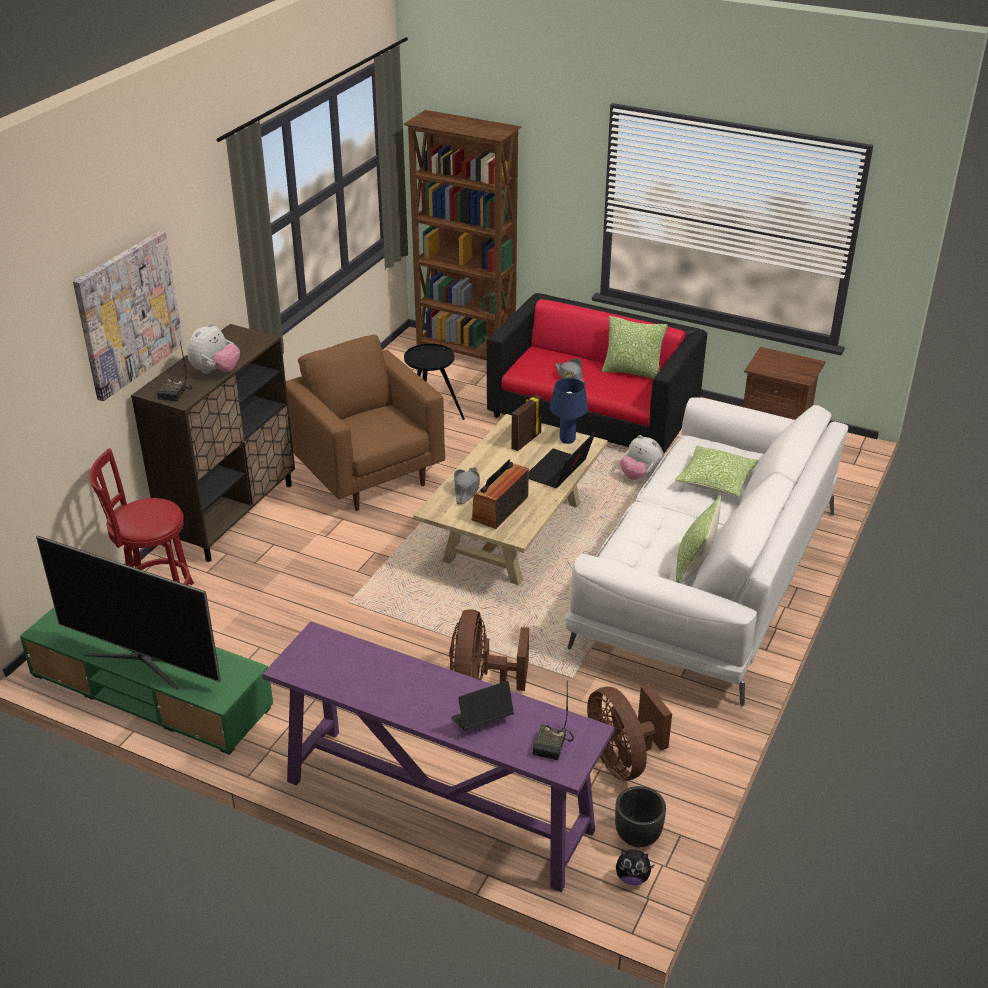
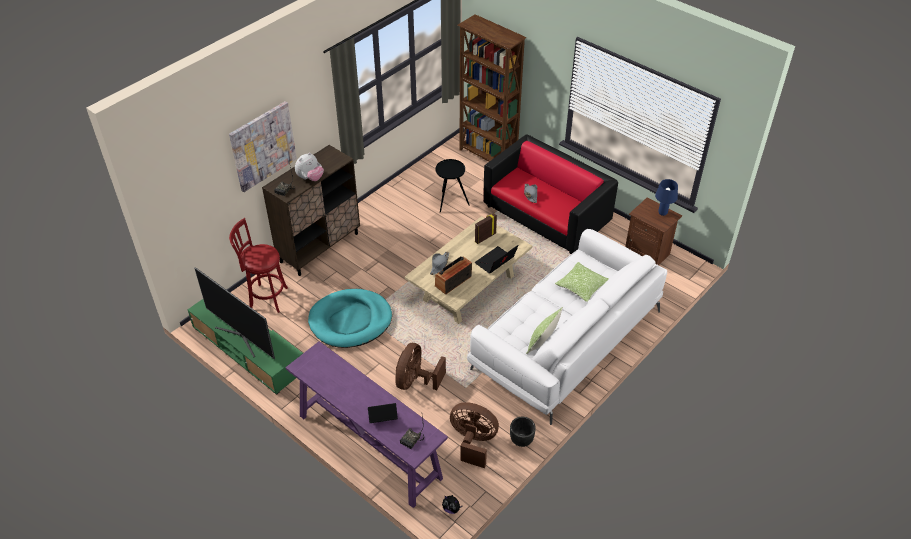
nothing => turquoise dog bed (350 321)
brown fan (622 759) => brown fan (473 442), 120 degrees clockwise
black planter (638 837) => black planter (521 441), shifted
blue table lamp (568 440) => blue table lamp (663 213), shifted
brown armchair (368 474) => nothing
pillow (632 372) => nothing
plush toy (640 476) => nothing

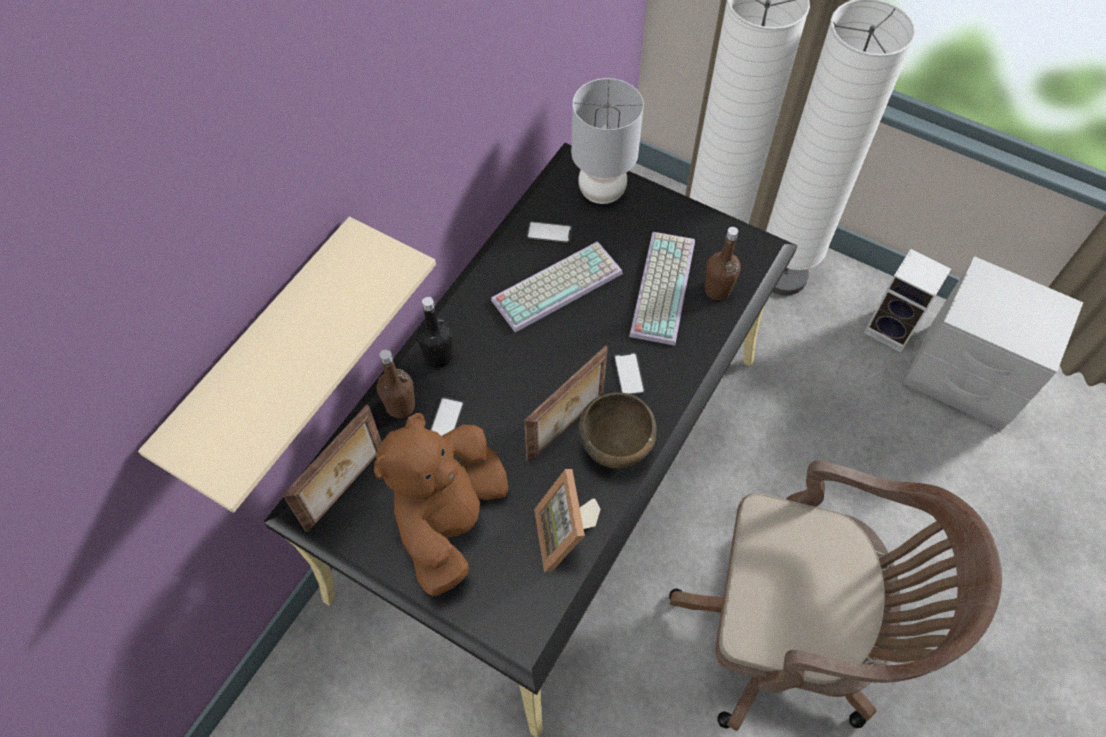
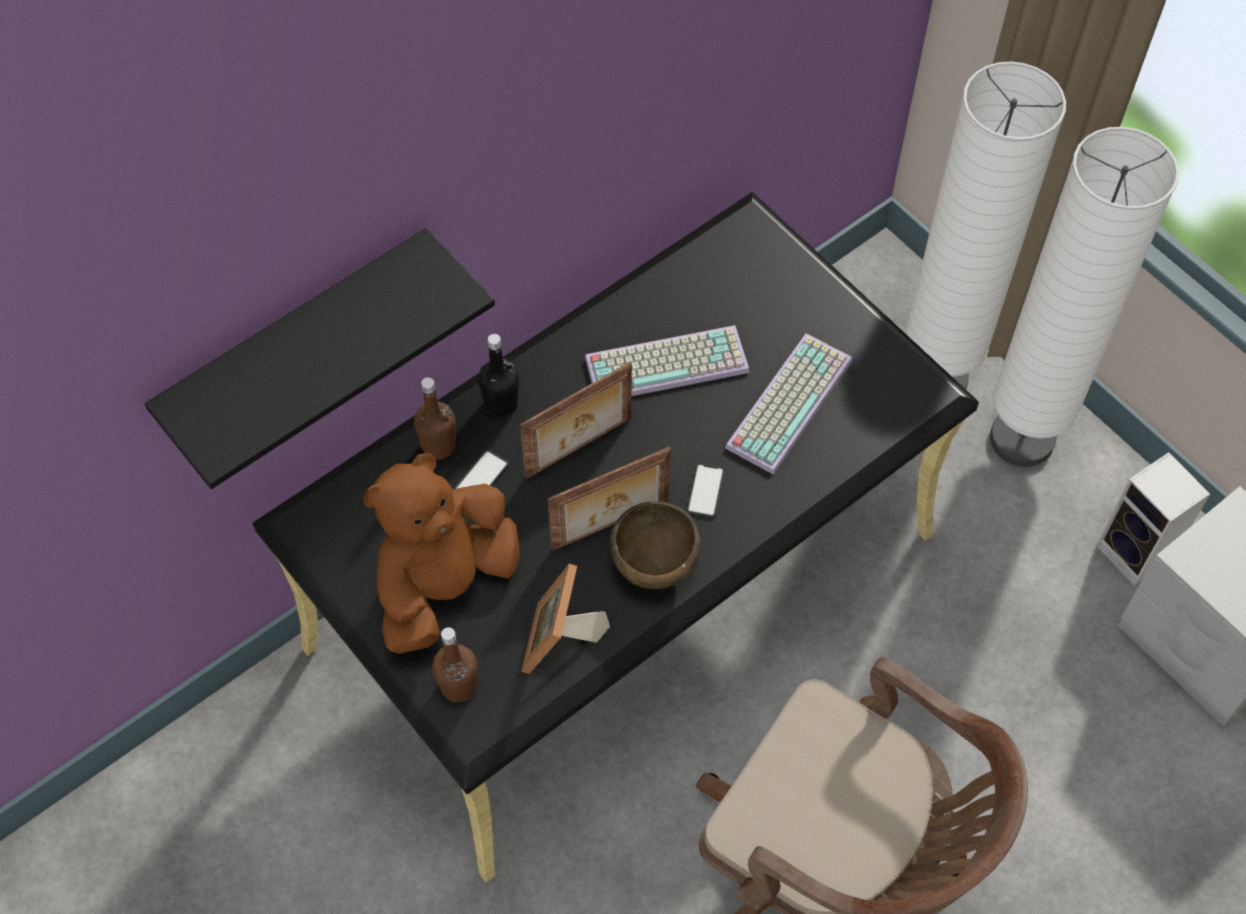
beige shelf (264 351) => black shelf (297 342)
brown bottle (717 290) => brown bottle (458 686), shifted
picture frame (347 489) => picture frame (580 449), shifted
phone (549 233) => nothing
grey table lamp (602 191) => nothing

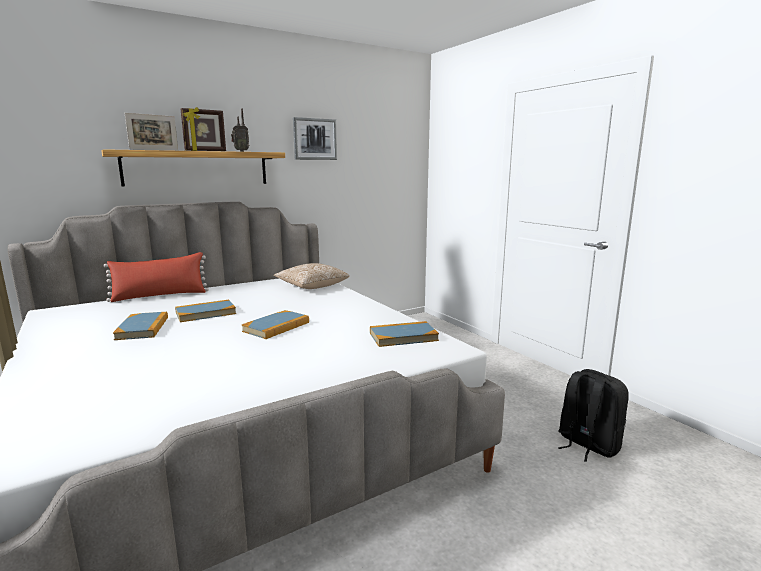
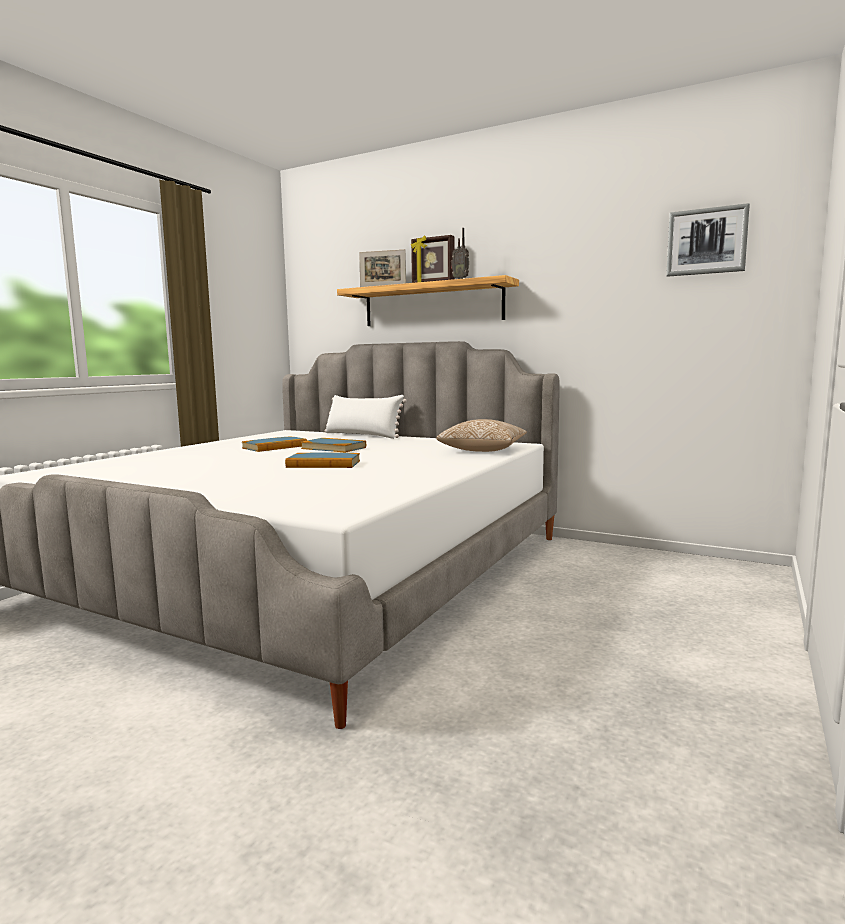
red pillow (160 296) => white pillow (362 435)
picture (315 139) => picture (706 241), shifted
book (403 337) => nothing
black backpack (587 444) => nothing

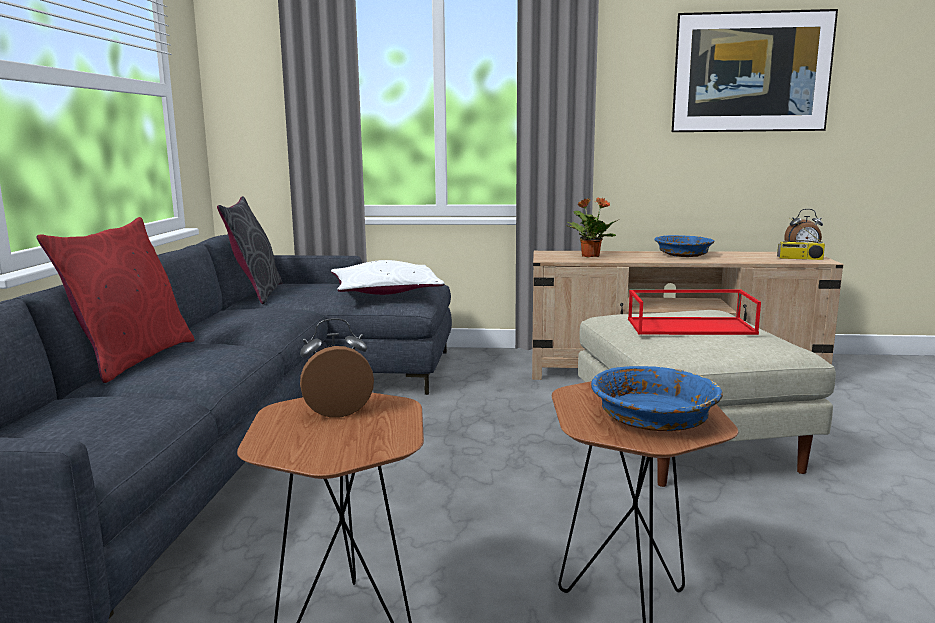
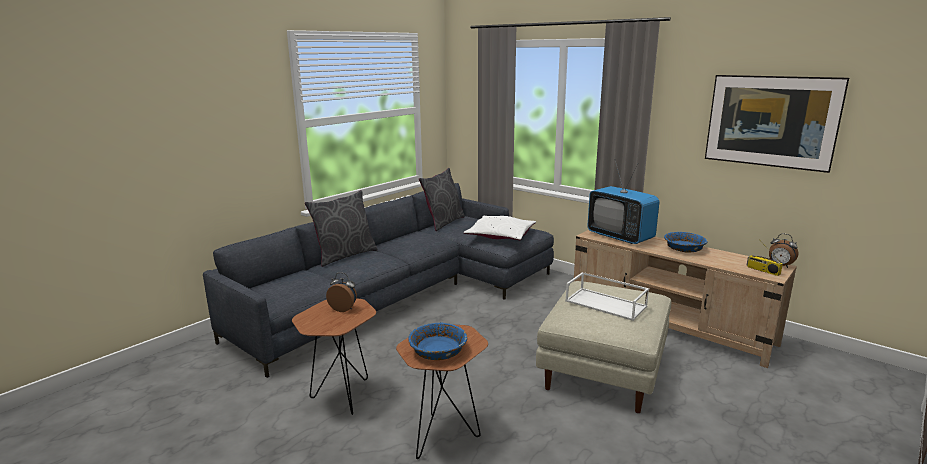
red pillow (132 359) => grey pillow (344 255)
red tray (691 326) => white tray (606 304)
potted plant (590 256) => television (620 237)

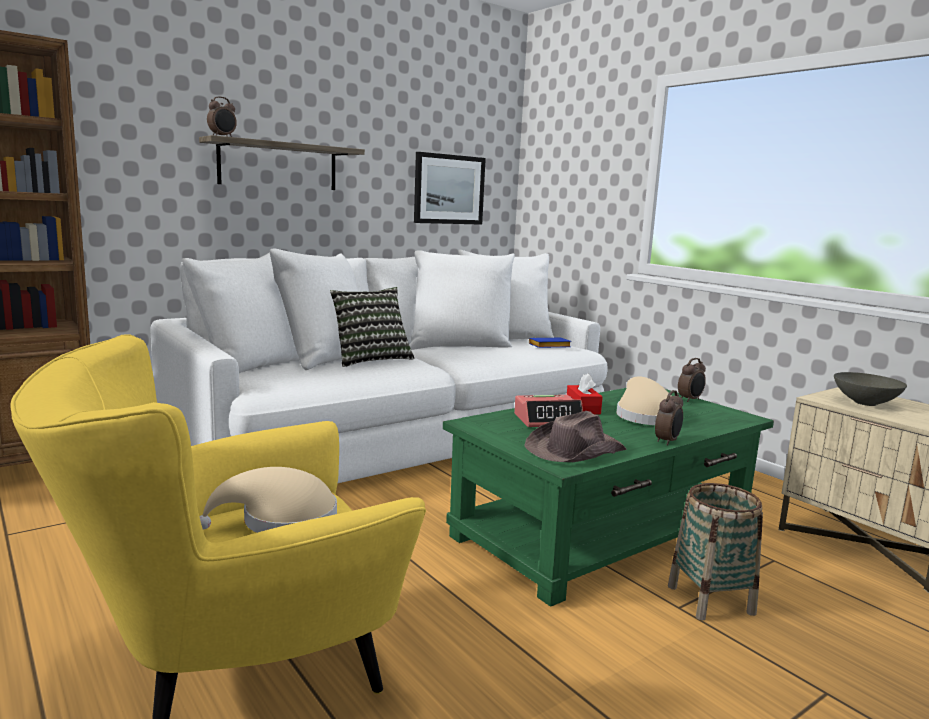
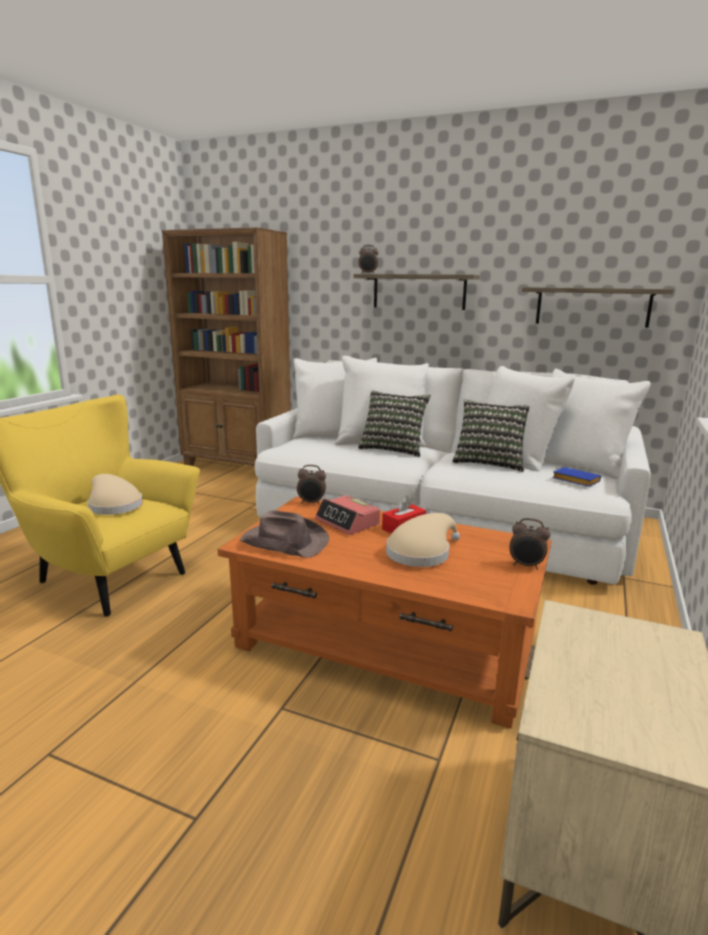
green coffee table (604 529) => orange coffee table (386 643)
alarm clock (667 441) => alarm clock (311 503), shifted
nothing => pillow (489 463)
picture (449 189) => shelf (592 307)
basket (710 600) => nothing
grey bowl (866 403) => nothing

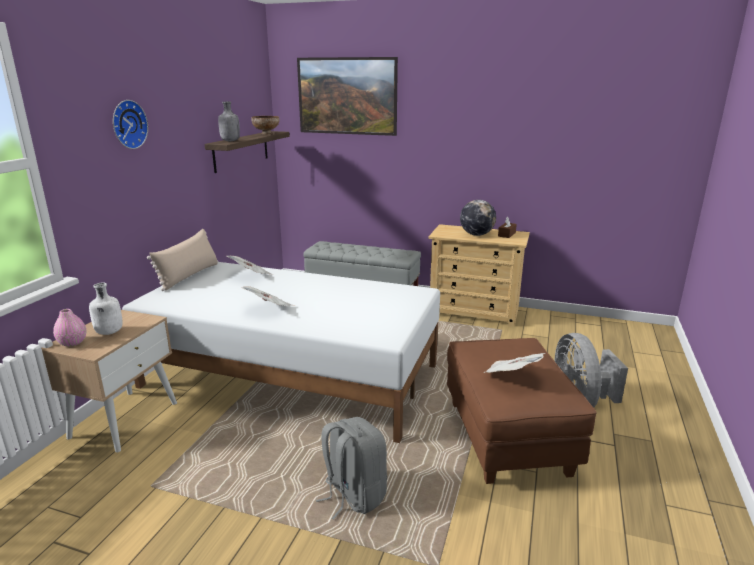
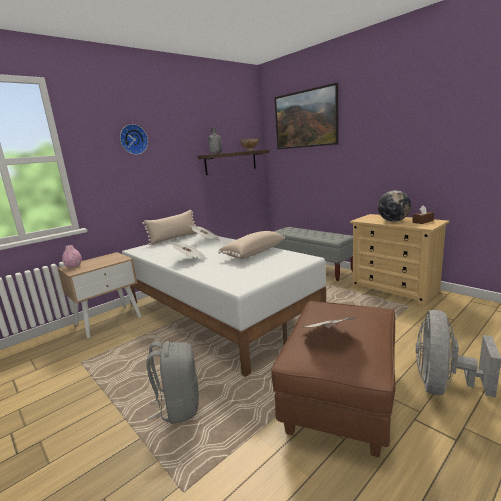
nothing => beige pillow (253 253)
white bottle (109 332) => nothing

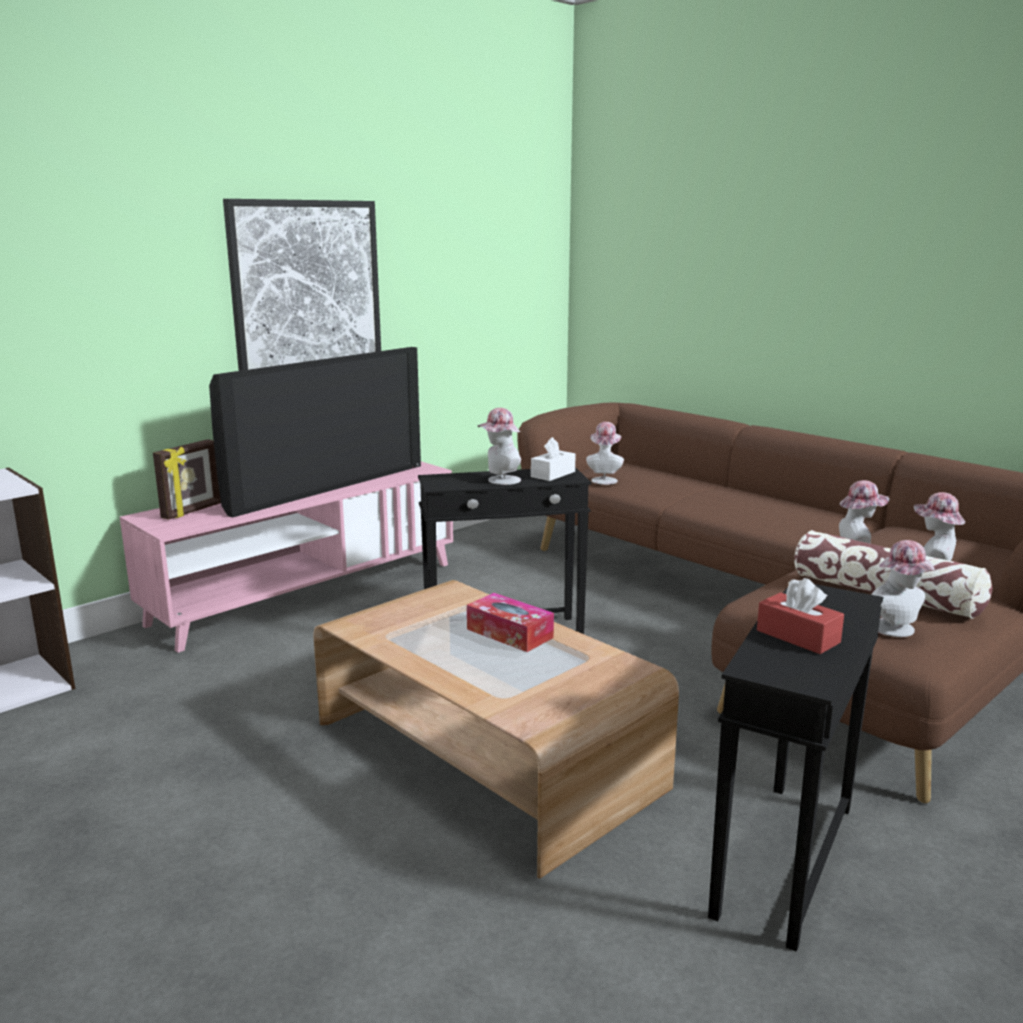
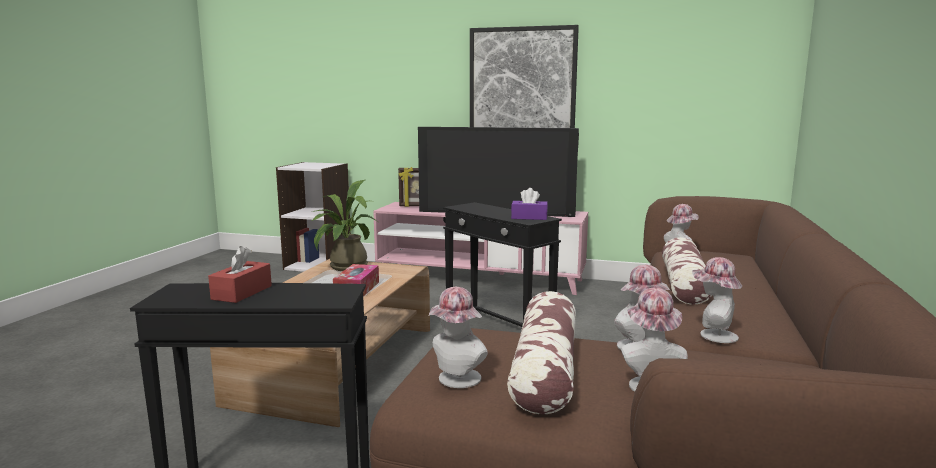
nothing => potted plant (344 268)
white tissue box (553 474) => purple tissue box (529 217)
nothing => pillow (684 285)
hat (500 481) => hat (713 335), shifted

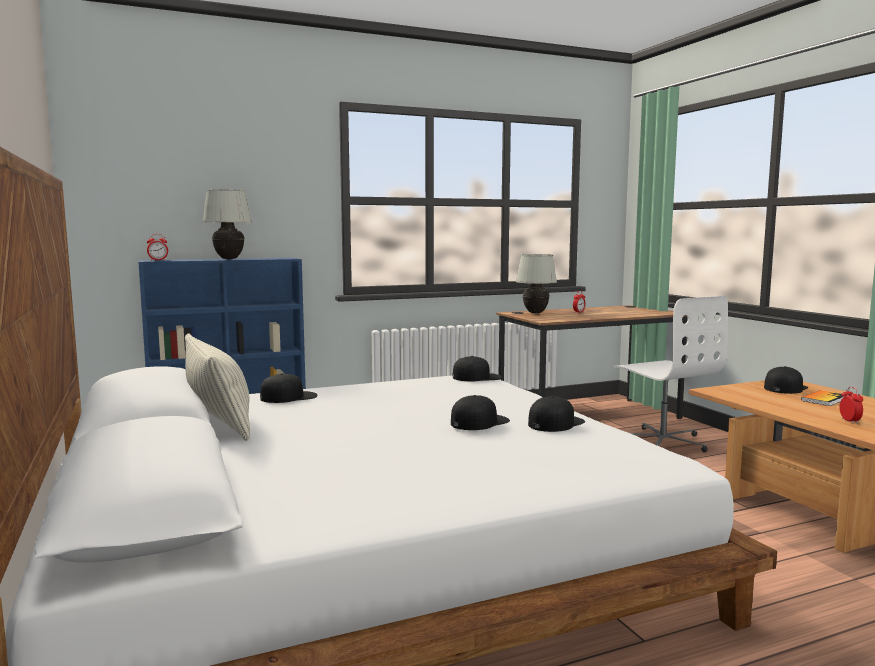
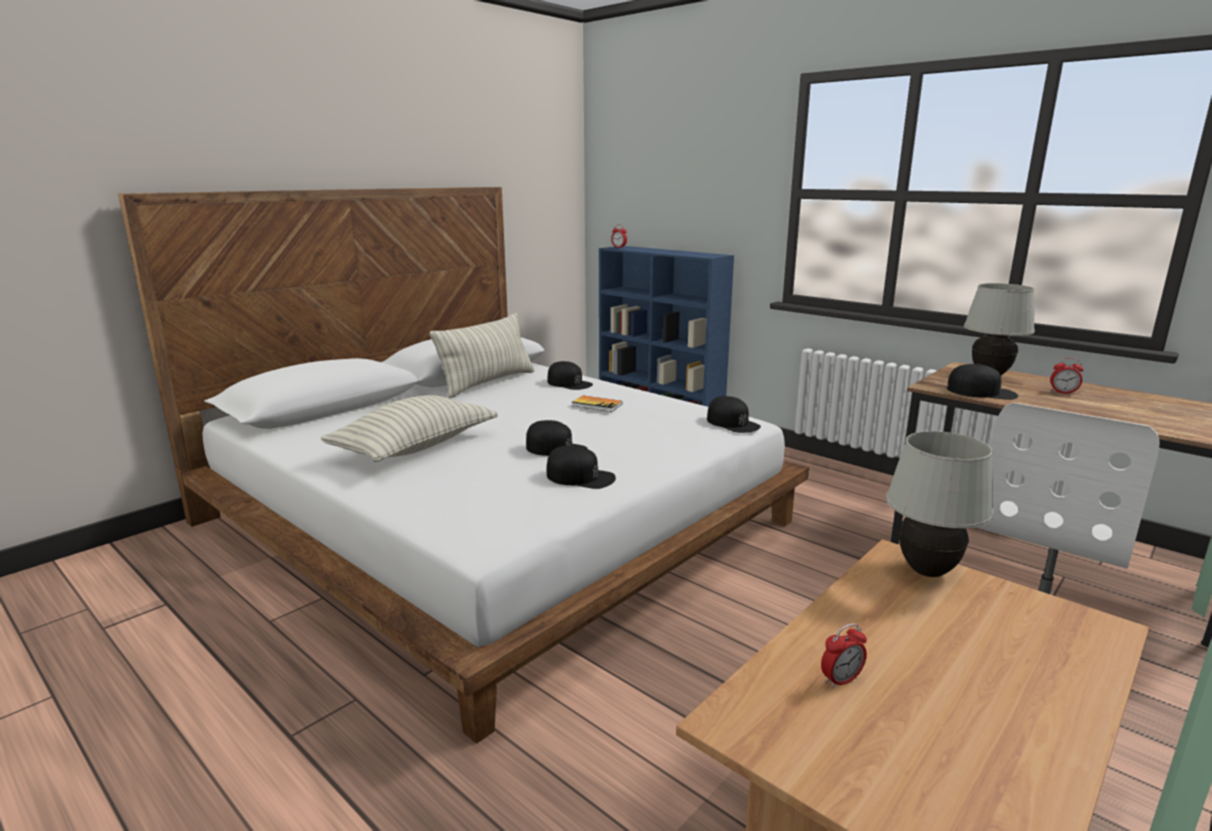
nothing => pillow (415 448)
book (824 399) => book (597 405), shifted
white table lamp (229 259) => white table lamp (927 571), shifted
black cap (785 388) => black cap (981 392), shifted

